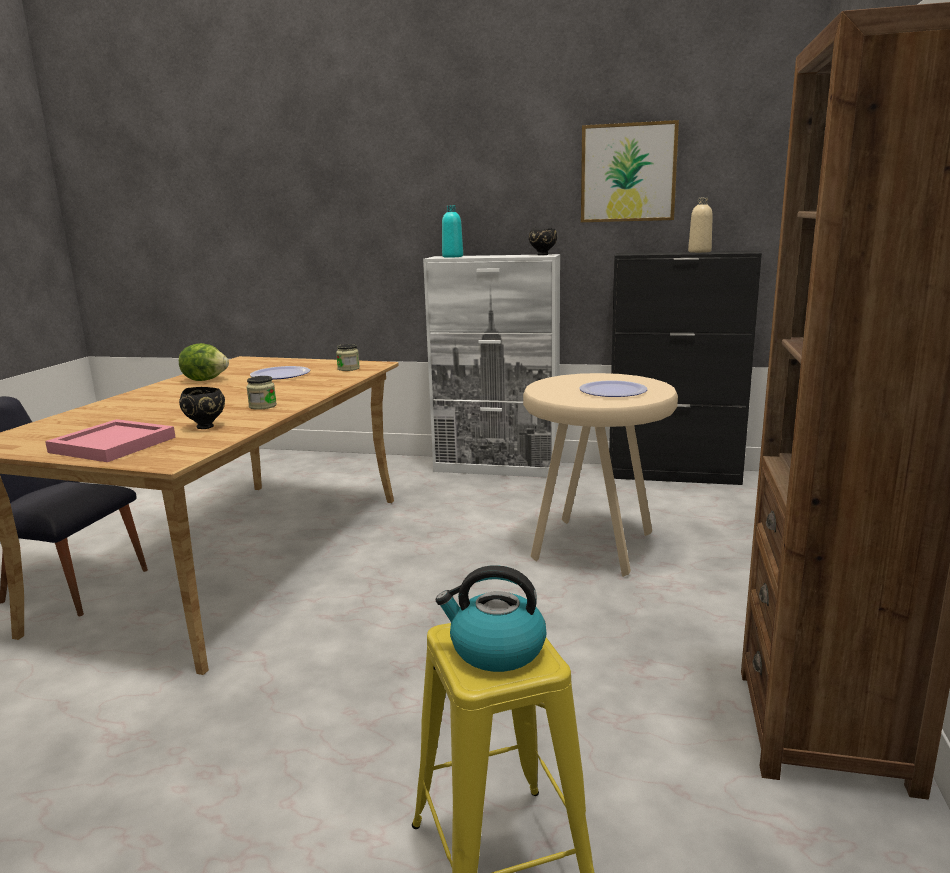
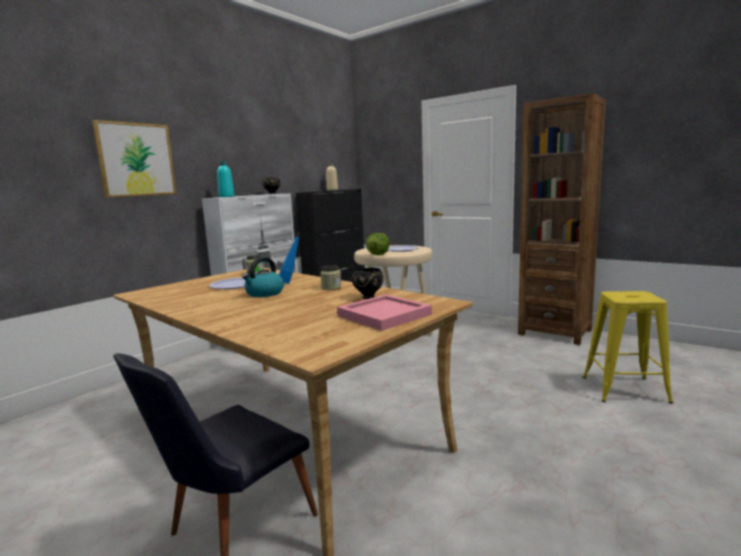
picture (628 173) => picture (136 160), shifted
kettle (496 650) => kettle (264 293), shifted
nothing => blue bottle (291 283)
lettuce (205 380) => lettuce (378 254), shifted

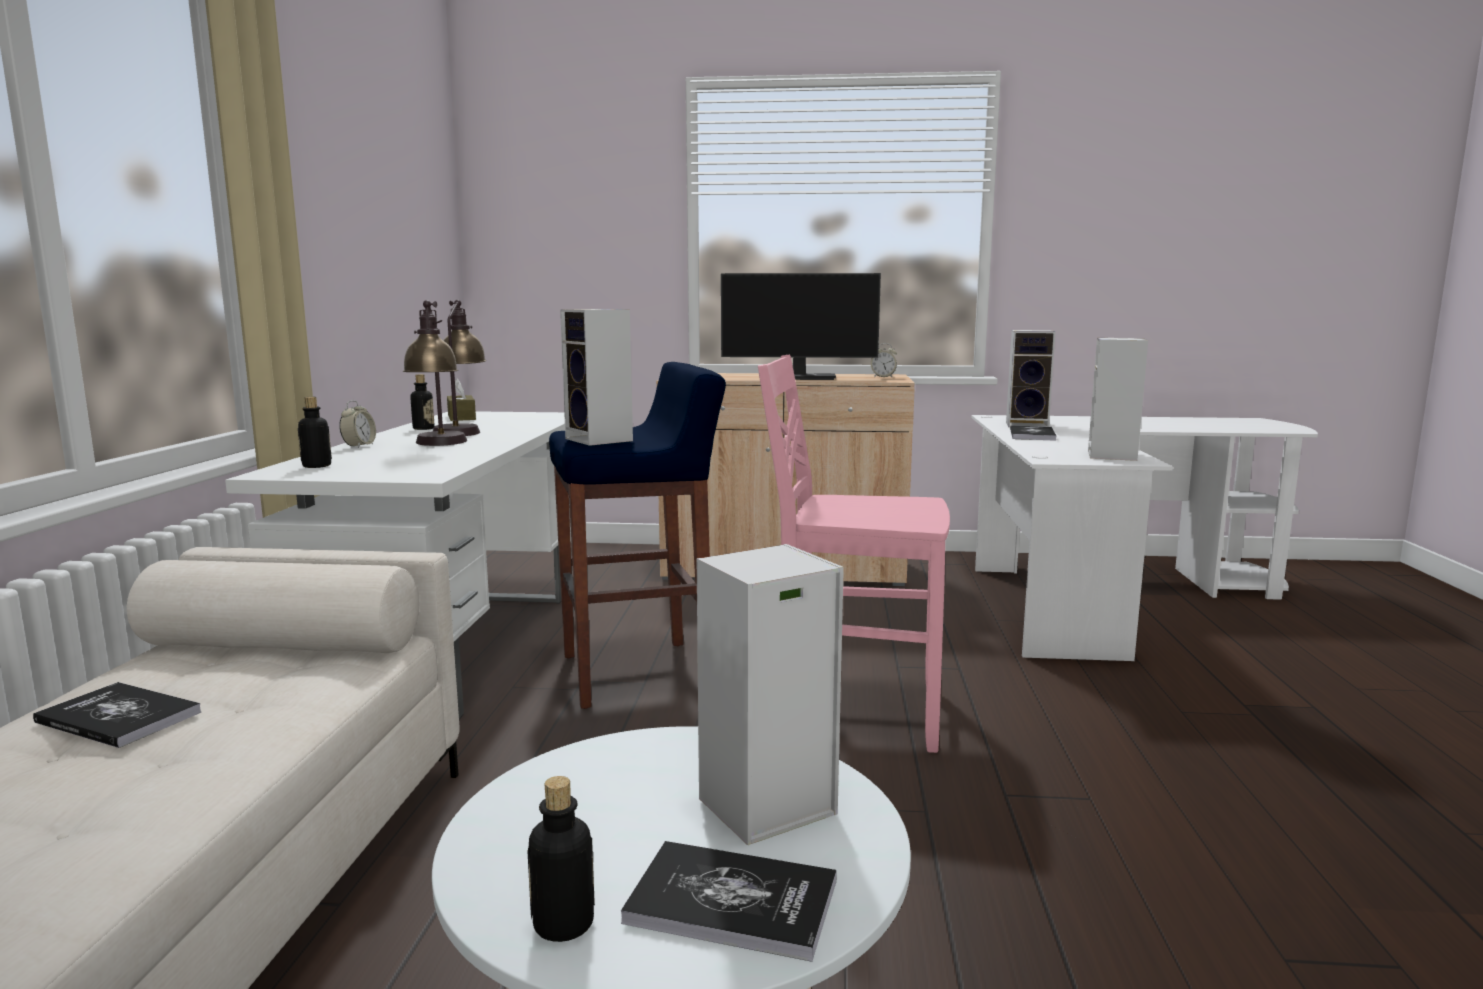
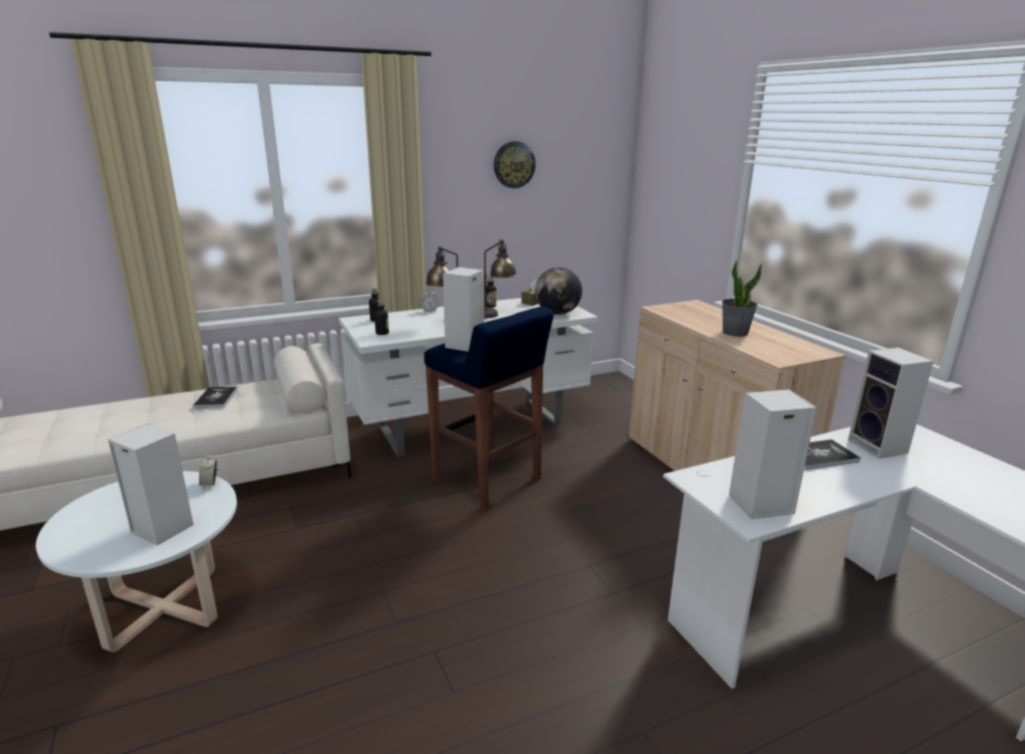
alarm clock (883 377) => alarm clock (210 484), shifted
bottle (563 924) => bottle (382 333), shifted
nothing => wall clock (514 164)
nothing => globe (557 313)
monitor (800 377) => potted plant (735 332)
book (732 902) => nothing
pink chair (851 711) => nothing

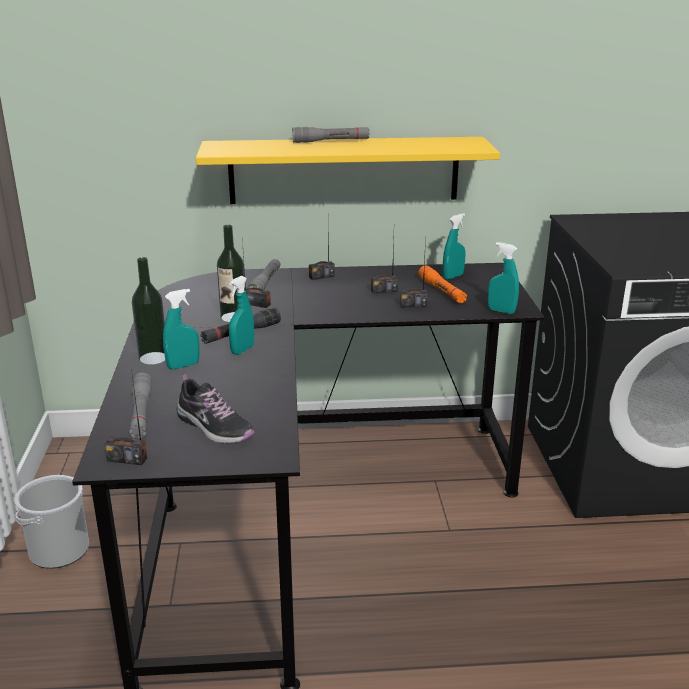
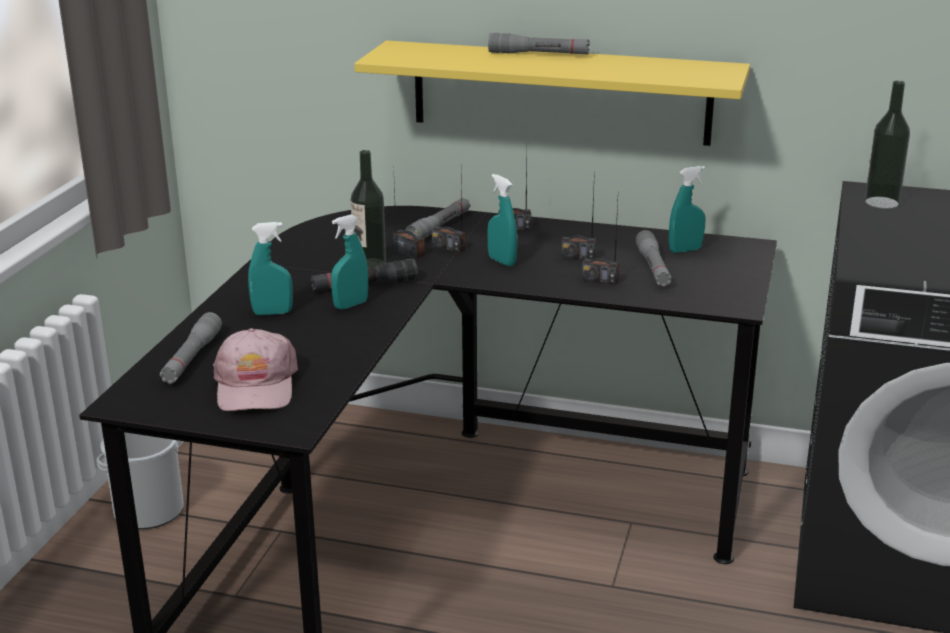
shoe (214 427) => pink cap (256 385)
radio (127 459) => radio (448 248), shifted
turquoise spray bottle (501 311) => turquoise spray bottle (502 261), shifted
orange flashlight (442 291) => grey flashlight (653 267)
bottle (153 358) => bottle (881 202), shifted

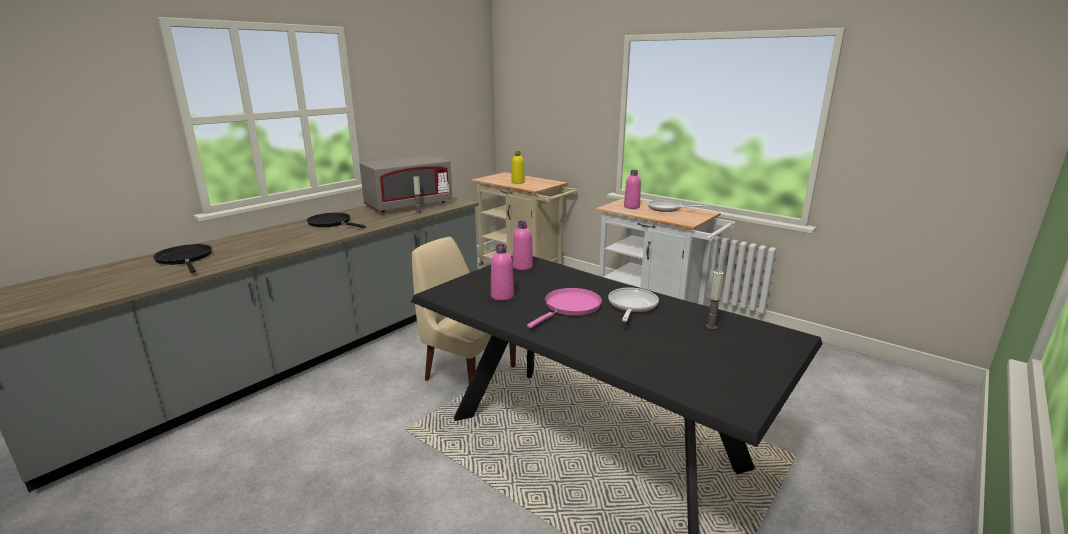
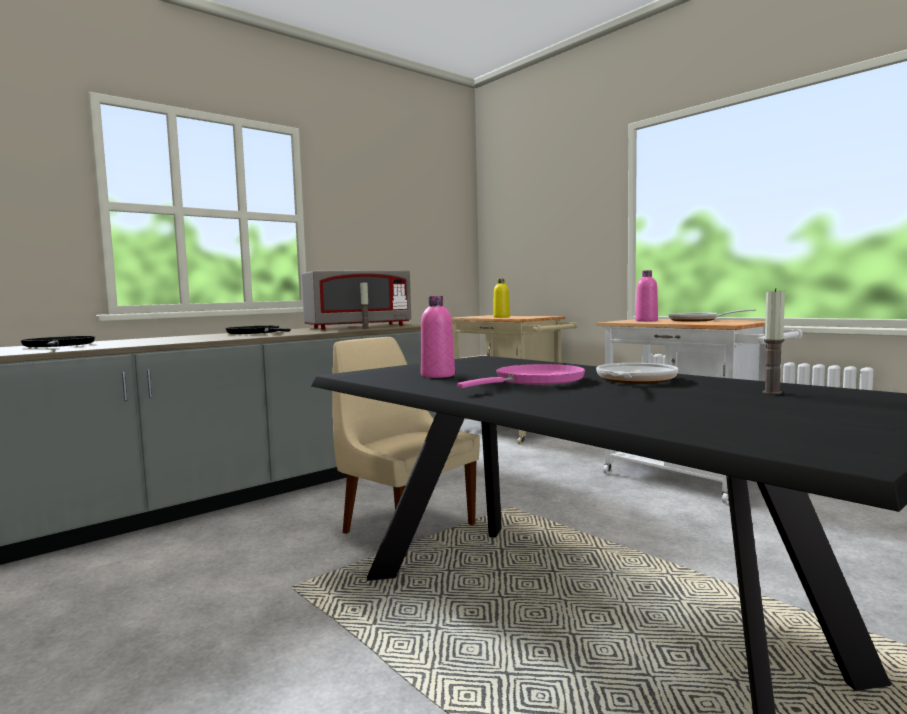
pink bottle (522 267) => nothing

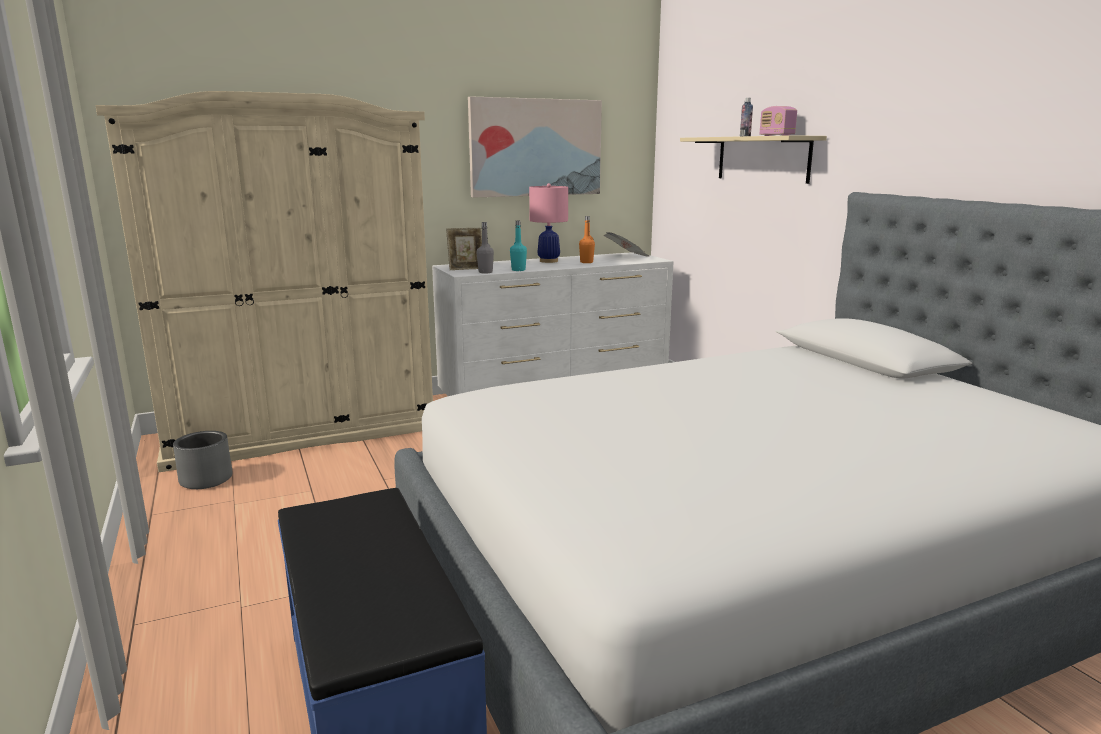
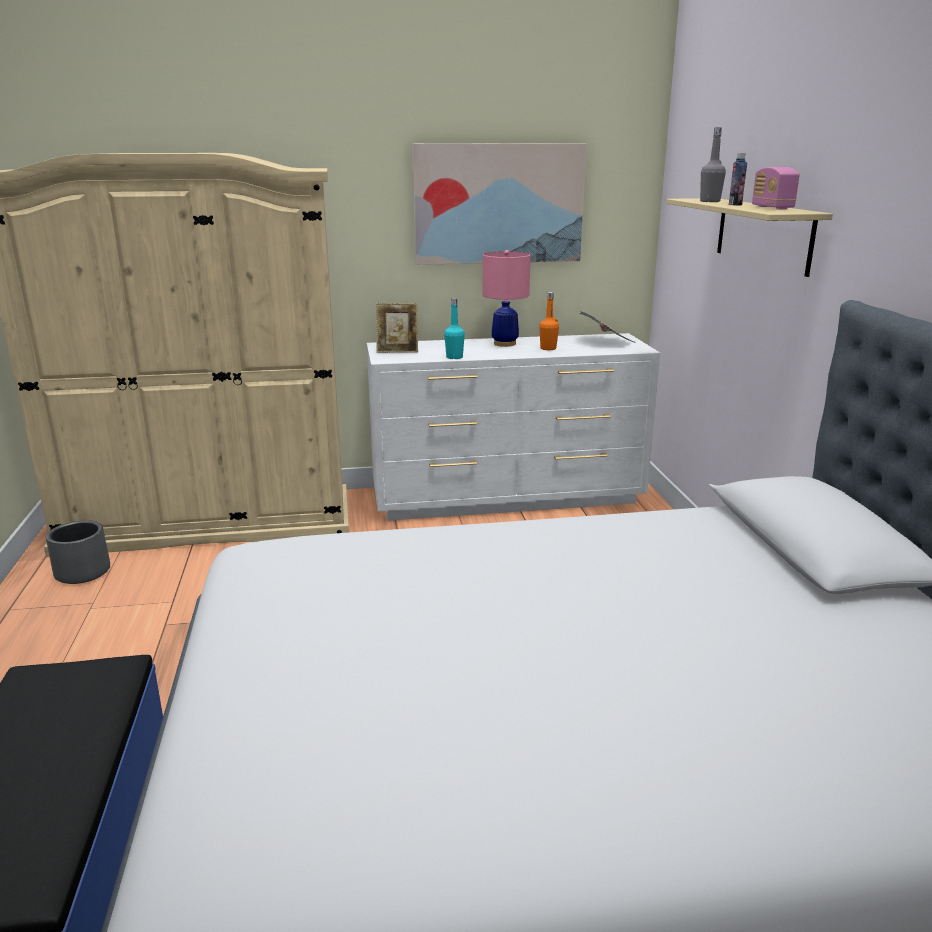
grey bottle (485 272) => grey bottle (710 201), shifted

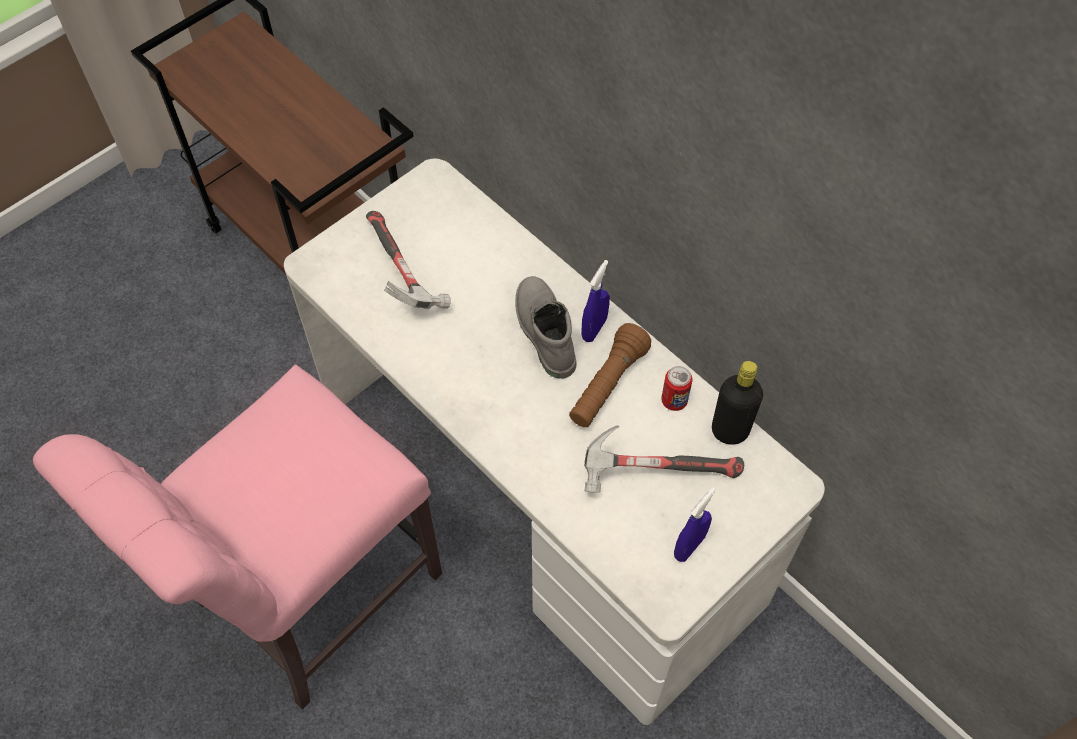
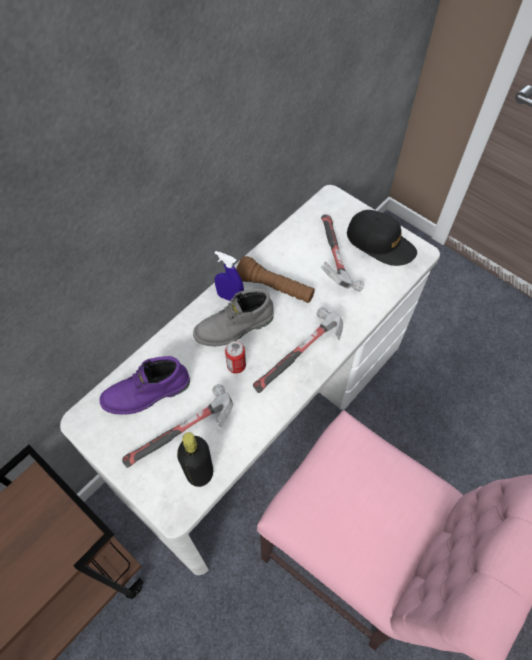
nothing => purple boot (147 394)
black bottle (730 430) => black bottle (200 472), shifted
can (674 401) => can (236 366), shifted
nothing => hammer (300 355)
blue spray bottle (689 546) => black cap (380 243)

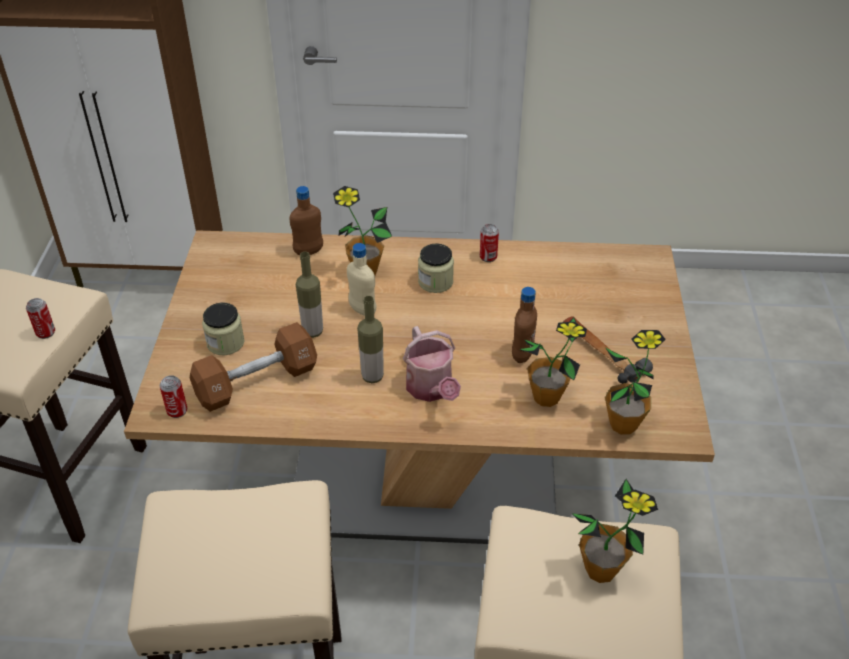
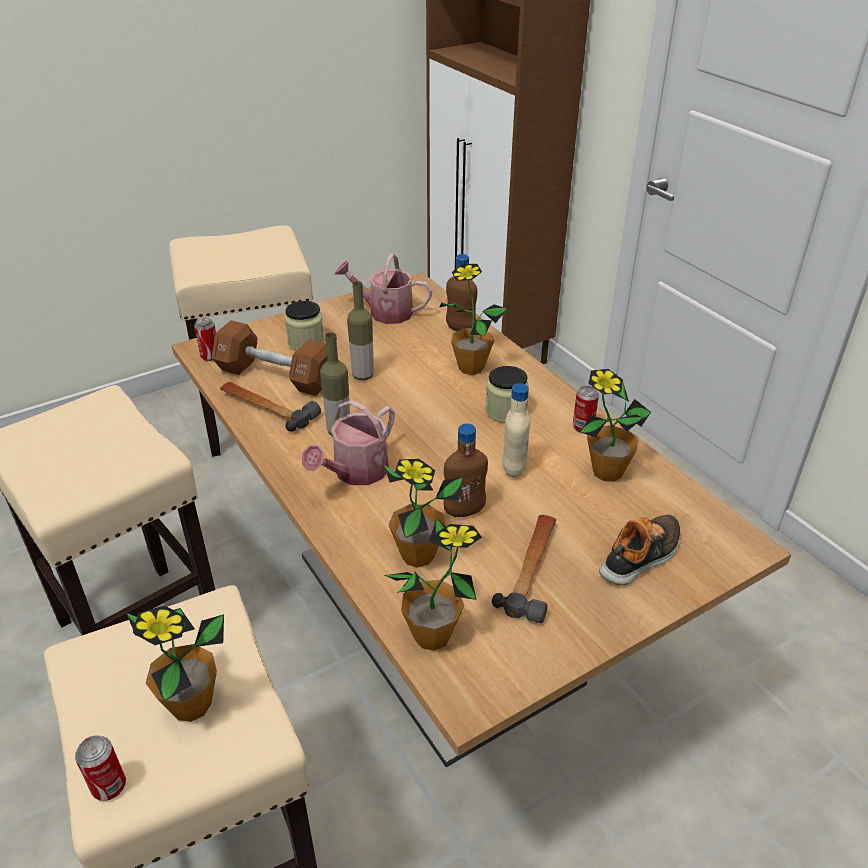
can (45 333) => can (109 786), shifted
nothing => hammer (267 408)
nothing => watering can (385 312)
beige bottle (362 310) => beige bottle (513 468), shifted
nothing => potted plant (607 472)
nothing => shoe (641 556)

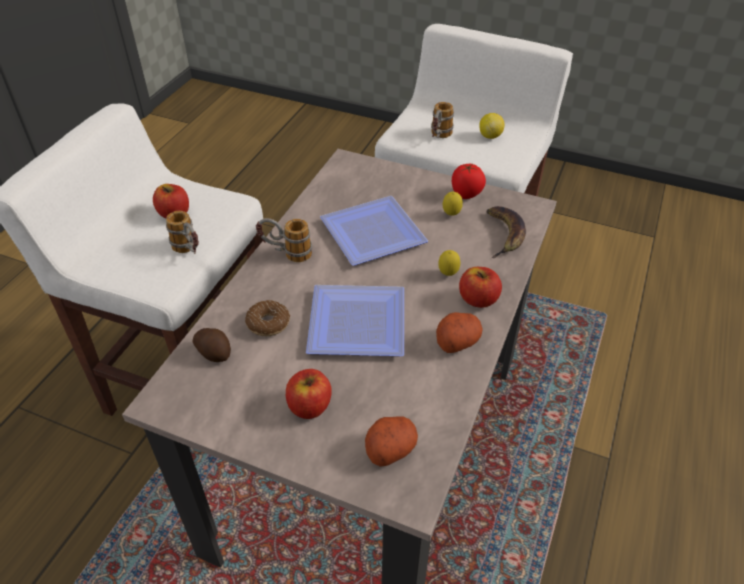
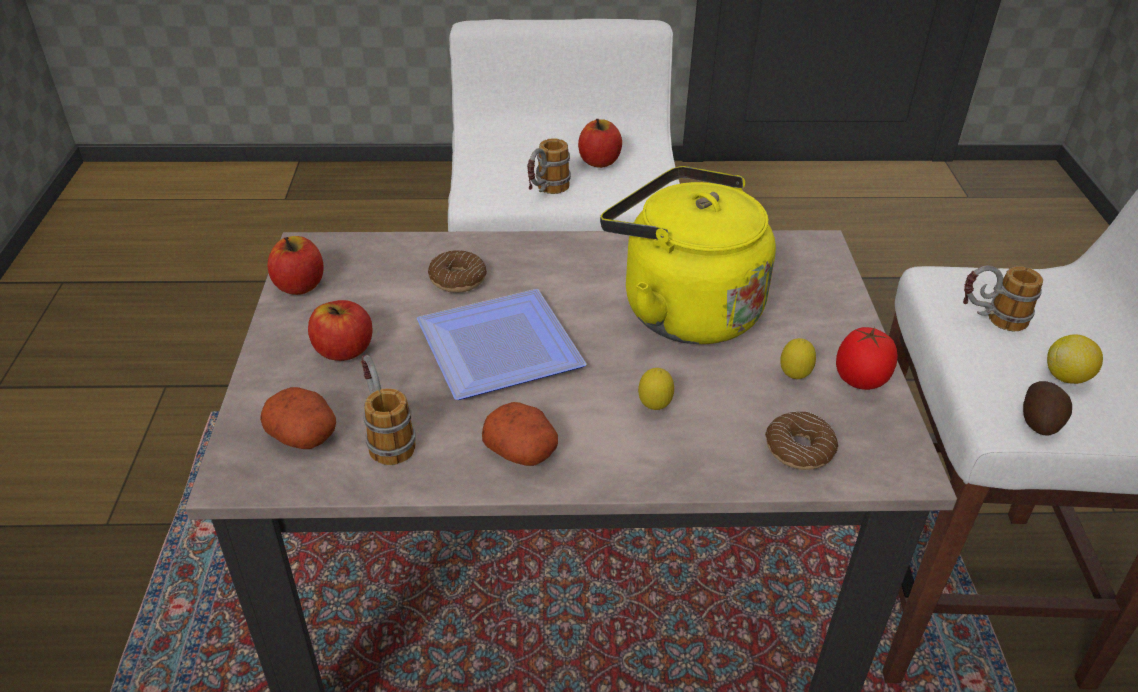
apple (478 299) => apple (300 285), shifted
mug (286 254) => mug (385 434), shifted
plate (369 232) => yellow kettle (682 309)
banana (504 234) => donut (799 449)
potato (214 352) => potato (1040 420), shifted

